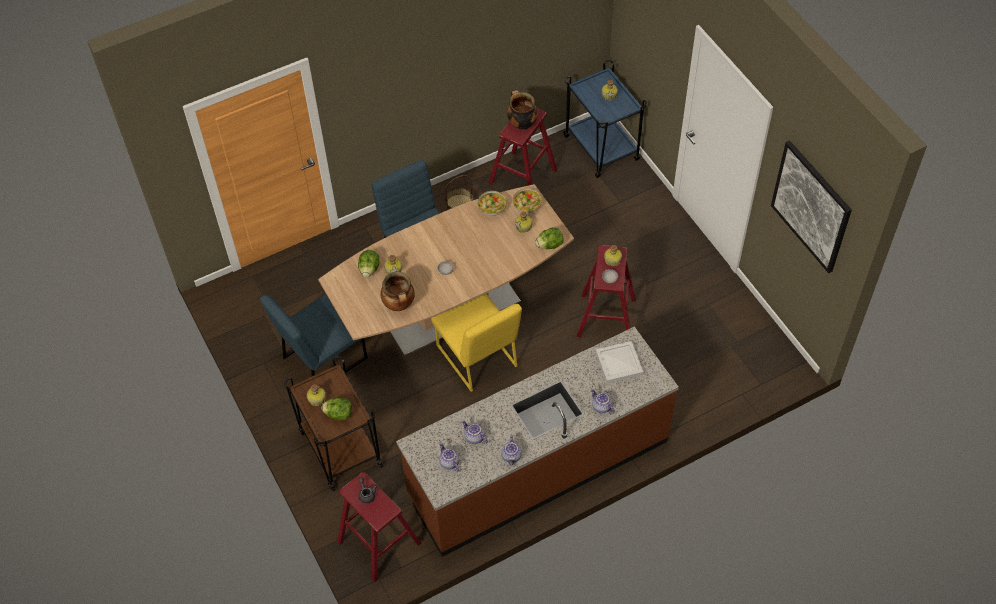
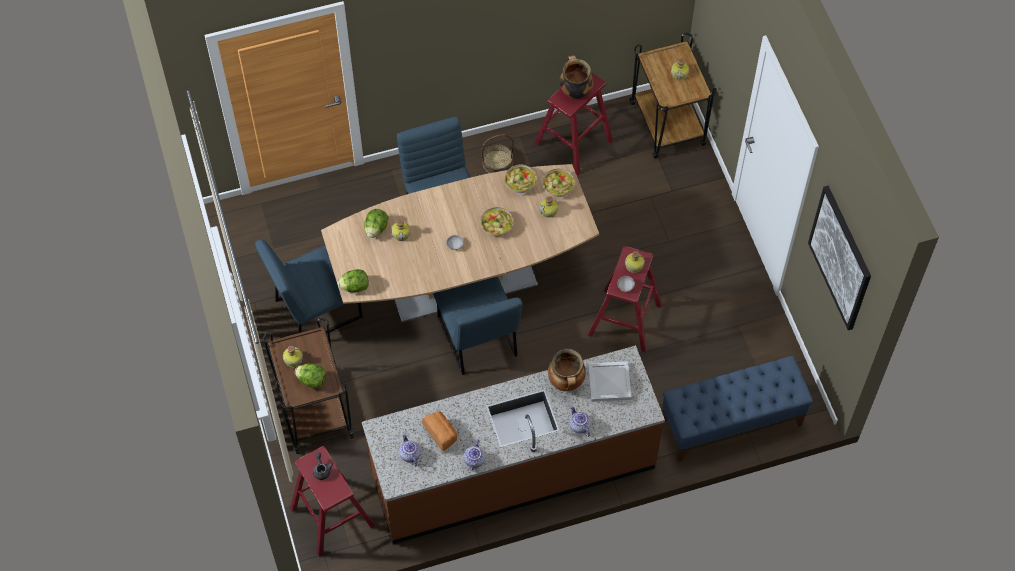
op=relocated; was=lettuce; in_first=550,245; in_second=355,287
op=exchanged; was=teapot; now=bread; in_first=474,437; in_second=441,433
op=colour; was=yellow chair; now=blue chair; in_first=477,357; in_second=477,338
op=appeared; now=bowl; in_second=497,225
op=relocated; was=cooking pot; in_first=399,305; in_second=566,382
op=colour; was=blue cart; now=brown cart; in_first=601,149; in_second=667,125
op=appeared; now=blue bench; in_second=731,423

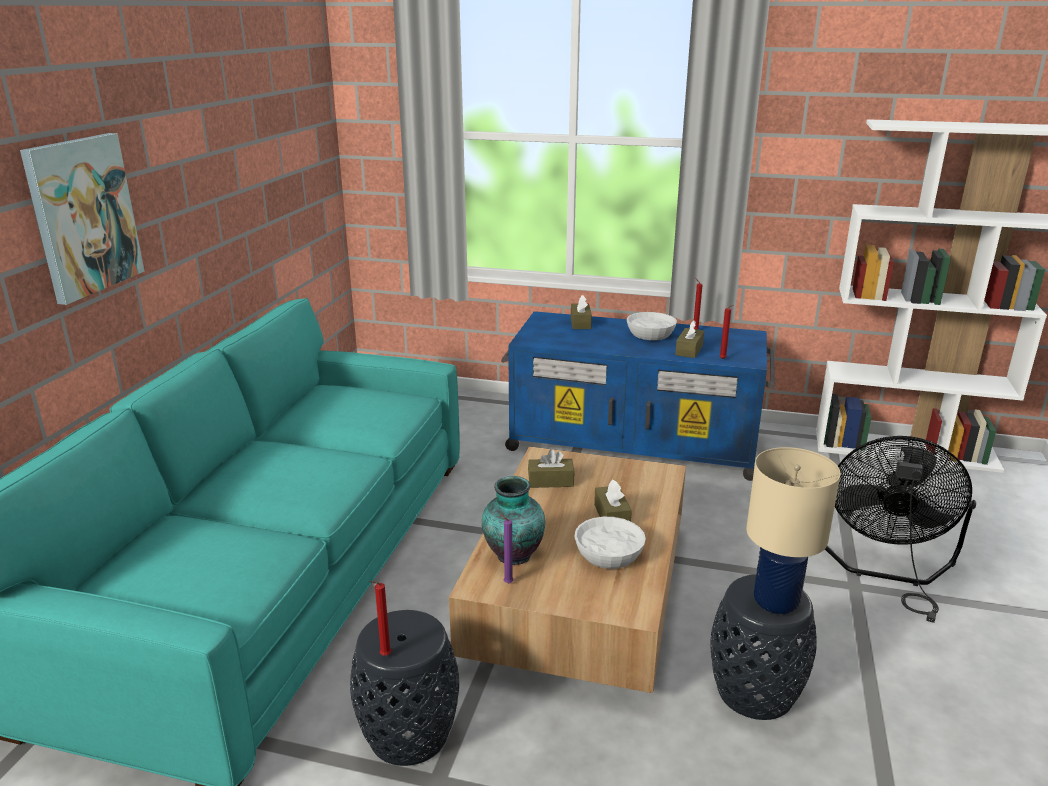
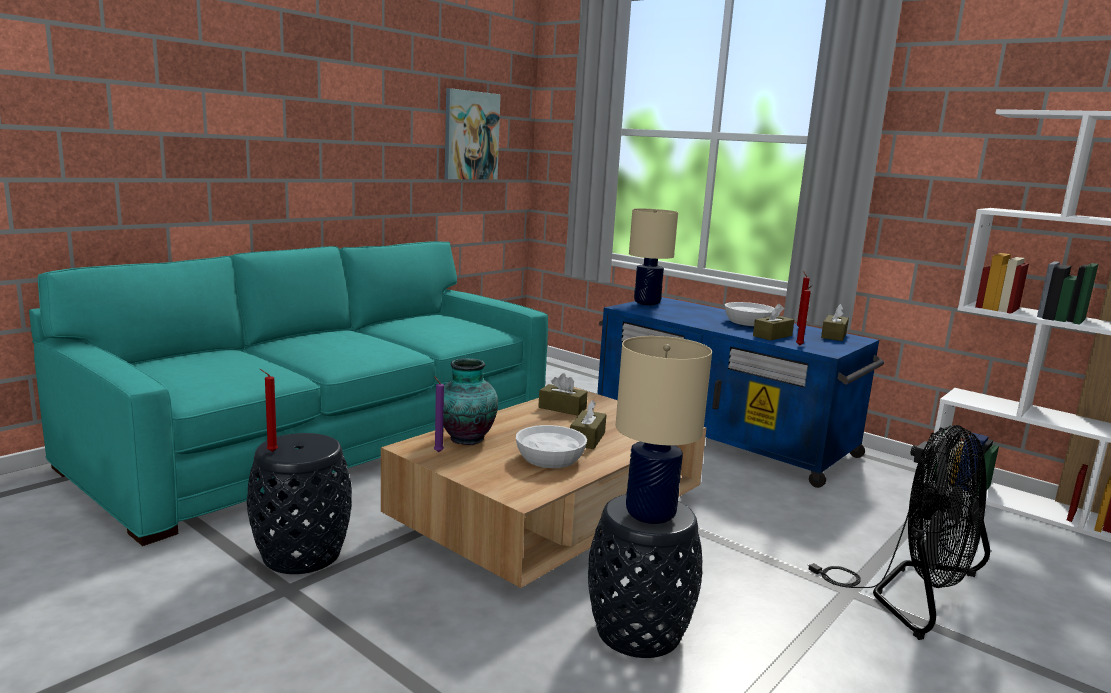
op=relocated; was=picture; in_first=83,216; in_second=470,135
op=appeared; now=beige table lamp; in_second=646,304
op=spun; was=black fan; in_first=890,569; in_second=910,592; clockwise=90
op=relocated; was=brown tissue box; in_first=580,323; in_second=833,335

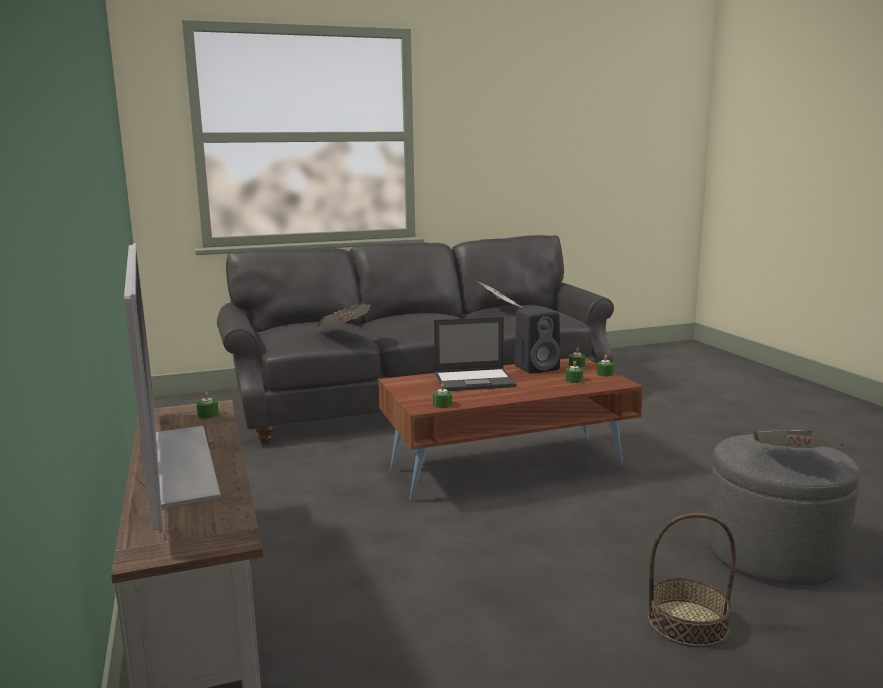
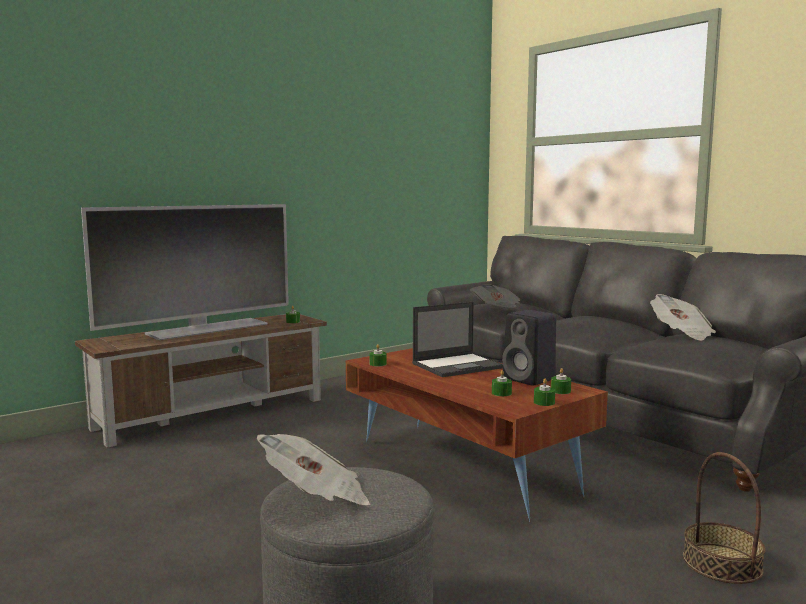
op=spun; was=laptop; in_first=475,380; in_second=458,365; clockwise=-90
op=relocated; was=basket; in_first=687,623; in_second=721,563

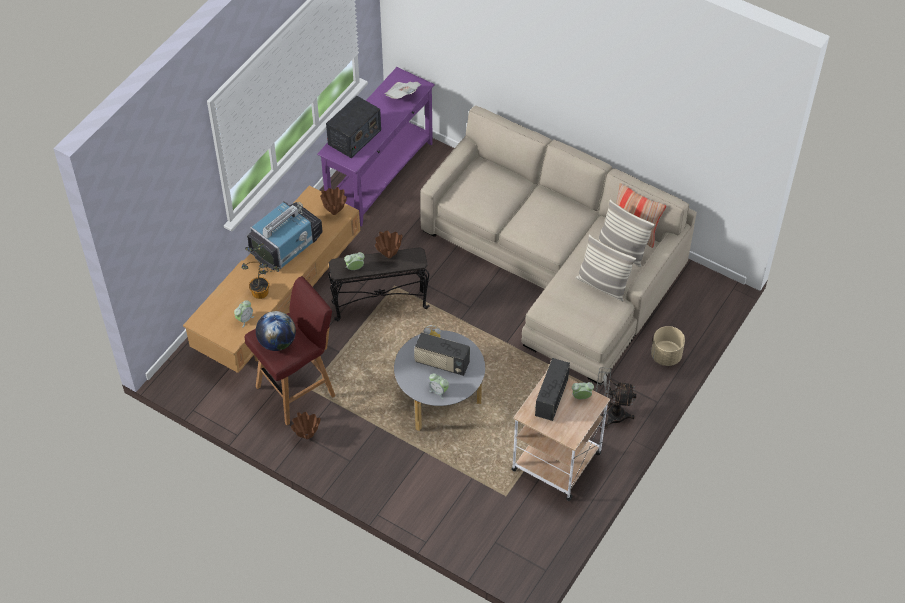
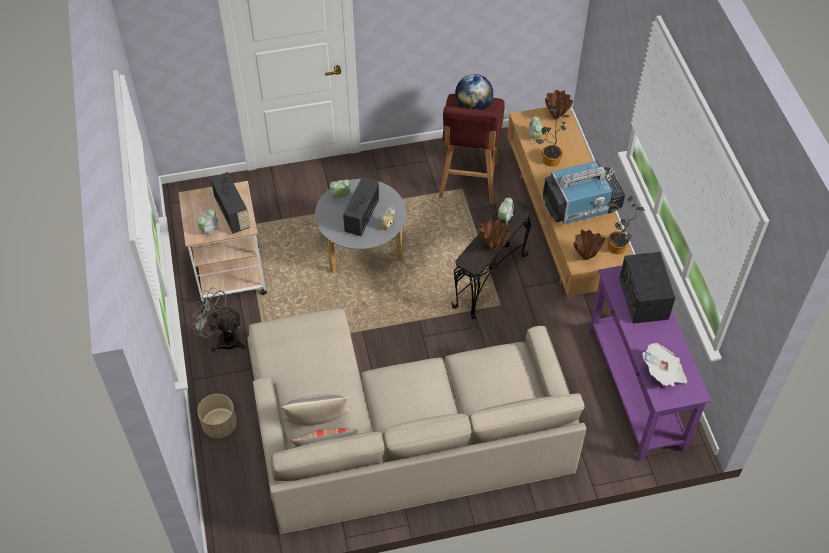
op=spun; was=grey fan; in_first=609,414; in_second=223,339; clockwise=-120
op=spun; was=radio; in_first=442,363; in_second=361,216; clockwise=-45
op=spun; was=television; in_first=287,245; in_second=582,205; clockwise=-105
op=relocated; was=brown vase; in_first=306,436; in_second=556,116
op=appeared; now=potted plant; in_second=617,249
op=missing; was=pillow; in_first=602,285

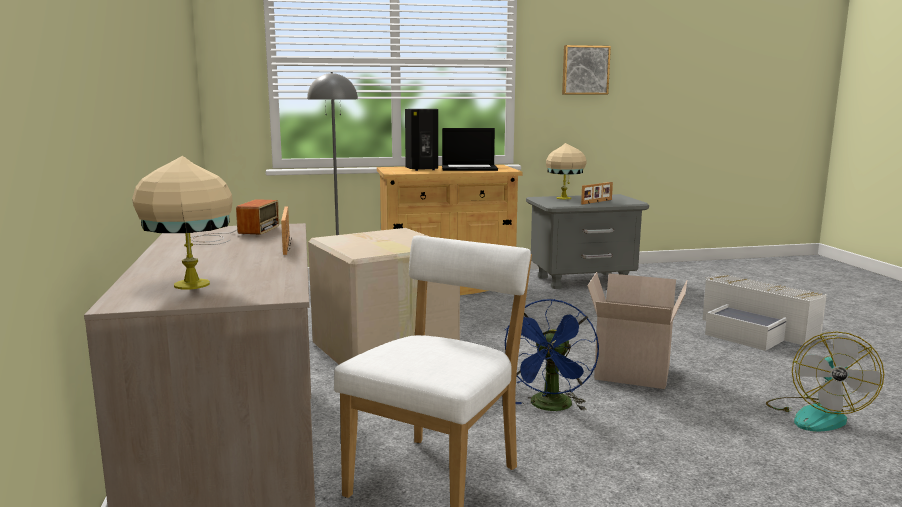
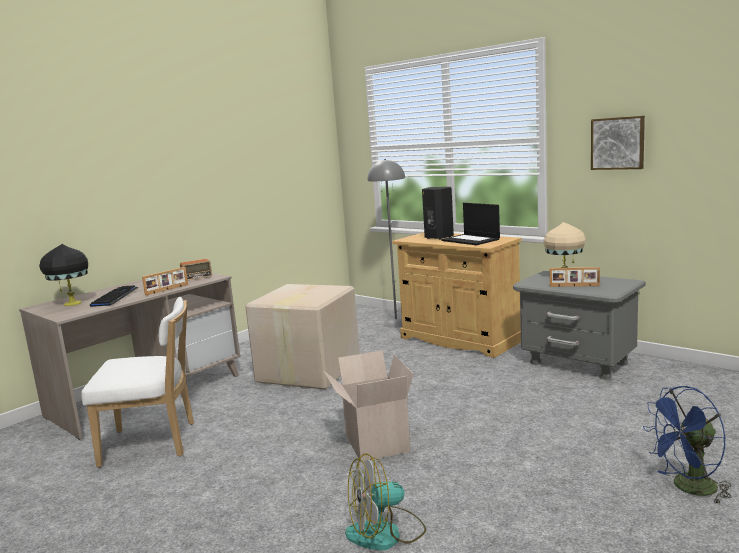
op=colour; was=beige table lamp; now=black table lamp; in_first=190,285; in_second=71,303
op=appeared; now=keyboard; in_second=115,297
op=relocated; was=blue fan; in_first=551,407; in_second=688,488
op=missing; was=white storage box; in_first=756,331

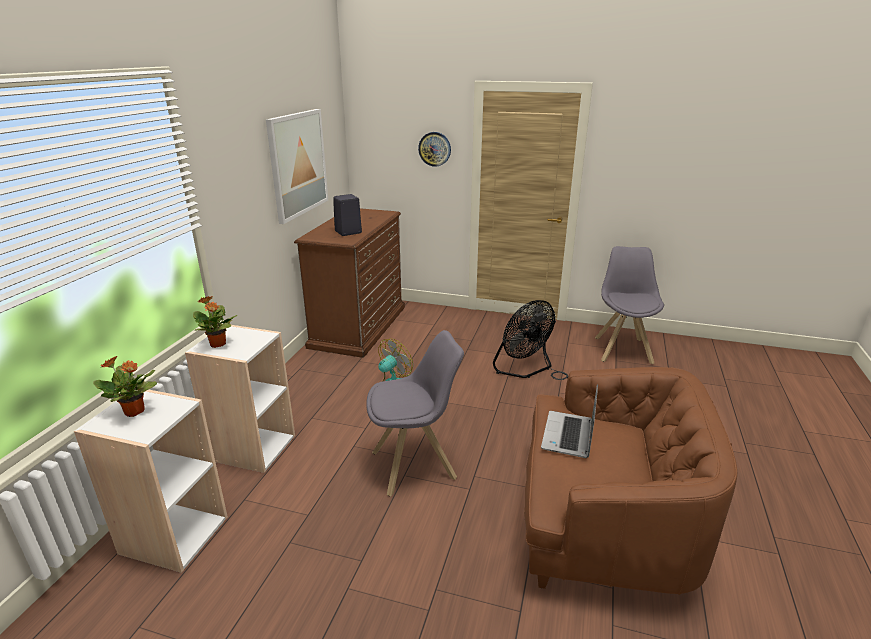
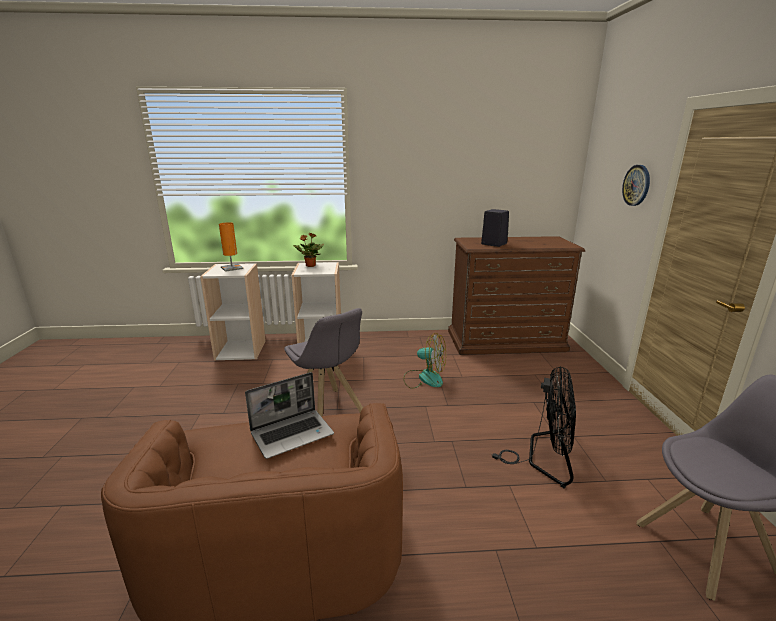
op=exchanged; was=potted plant; now=orange table lamp; in_first=135,412; in_second=232,268
op=spun; was=laptop; in_first=568,436; in_second=293,433; clockwise=150
op=spun; was=black fan; in_first=533,368; in_second=543,455; clockwise=75
op=missing; was=picture; in_first=298,164

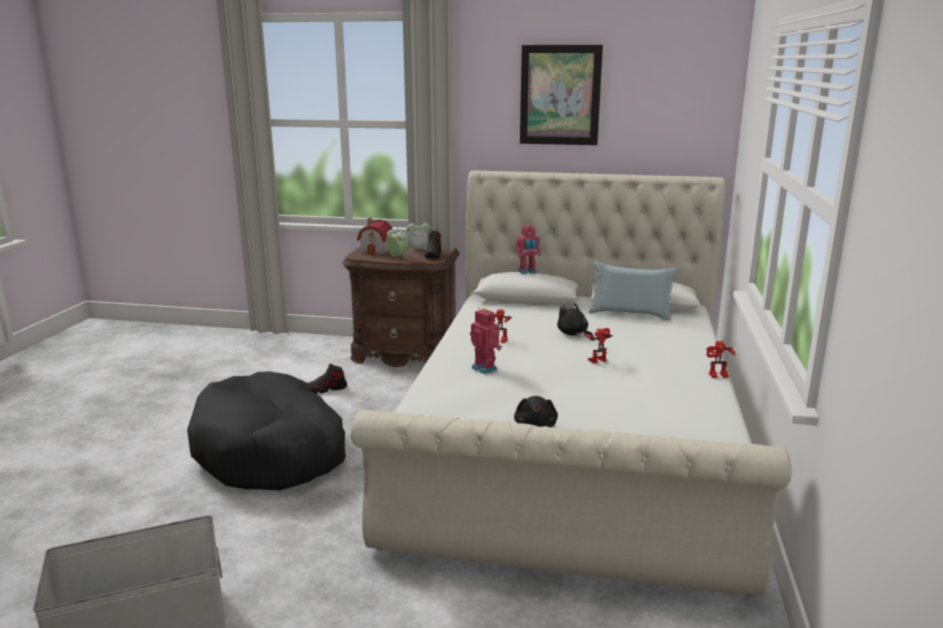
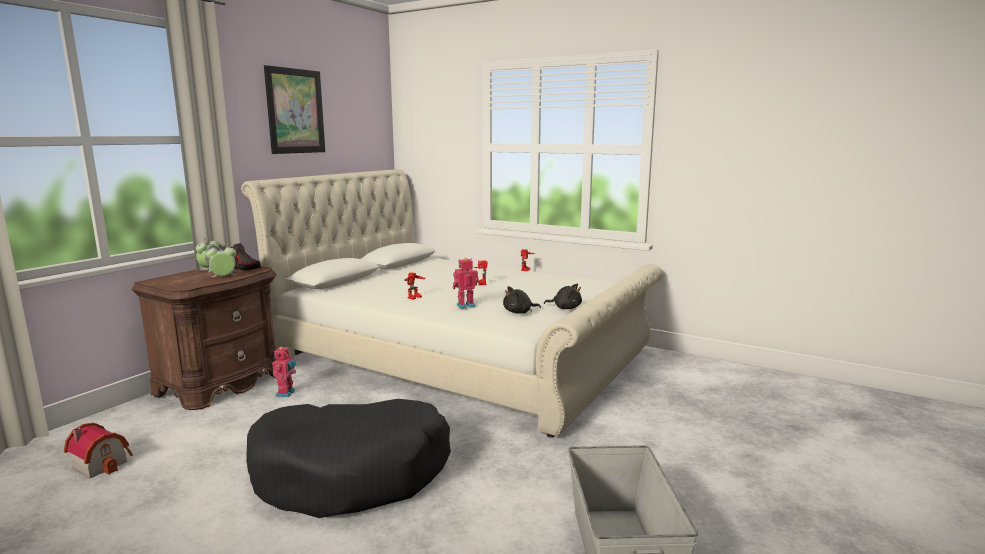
op=relocated; was=toy house; in_first=378,250; in_second=102,463
op=relocated; was=toy robot; in_first=527,272; in_second=286,393
op=relocated; was=black plush toy; in_first=573,334; in_second=519,312
op=missing; was=shoe; in_first=326,389
op=missing; was=blue pillow; in_first=629,314

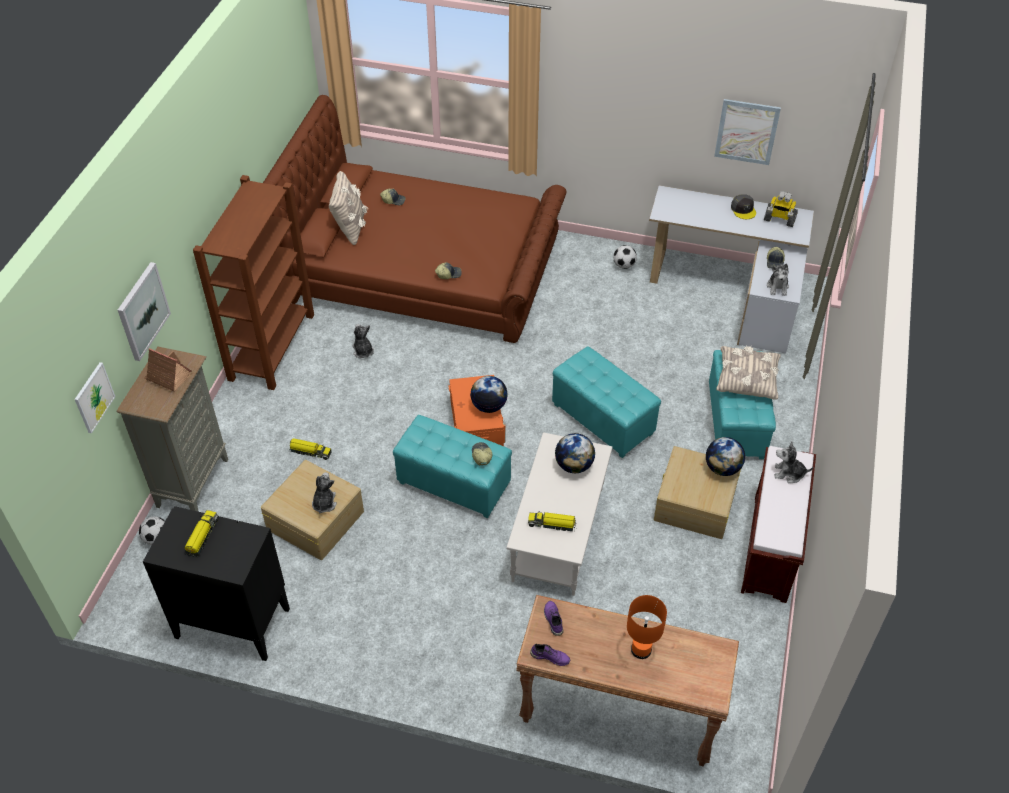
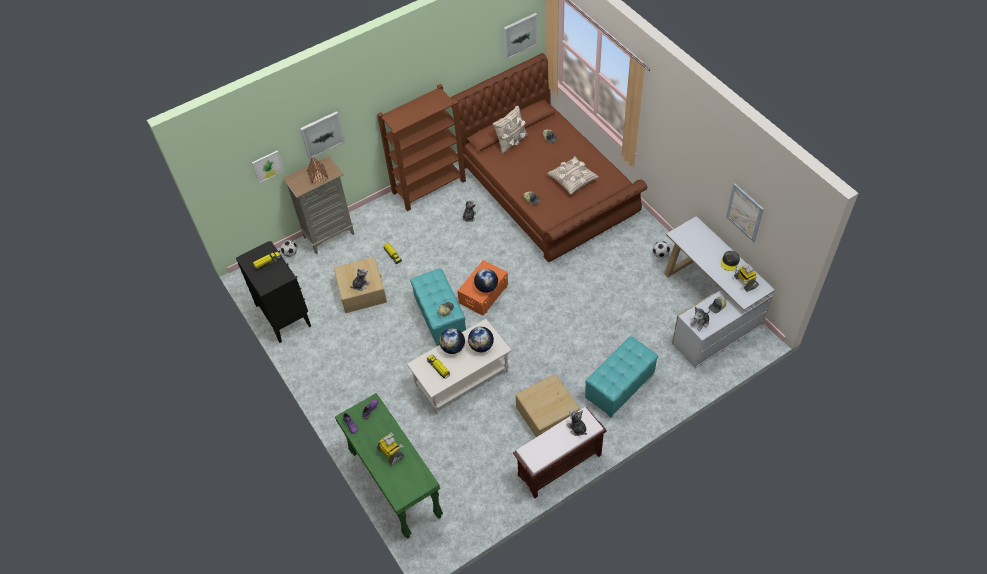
op=colour; was=brown console table; now=green console table; in_first=617,716; in_second=395,485
op=exchanged; was=orange table lamp; now=toy robot; in_first=640,650; in_second=391,453
op=relocated; was=globe; in_first=722,468; in_second=453,348
op=appeared; now=picture; in_second=520,35
op=relocated; was=beige pillow; in_first=746,381; in_second=572,180
op=missing; was=turquoise ottoman; in_first=603,419

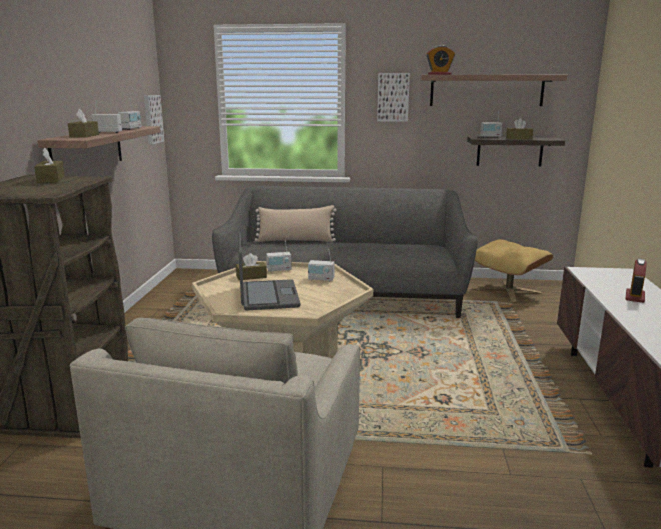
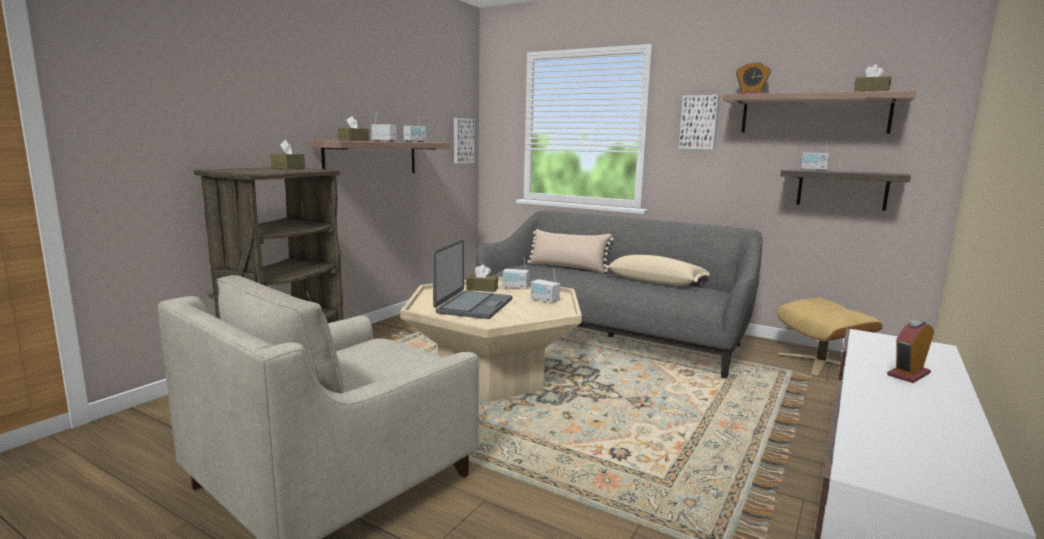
op=appeared; now=beige pillow; in_second=656,281
op=relocated; was=brown tissue box; in_first=519,138; in_second=871,91

